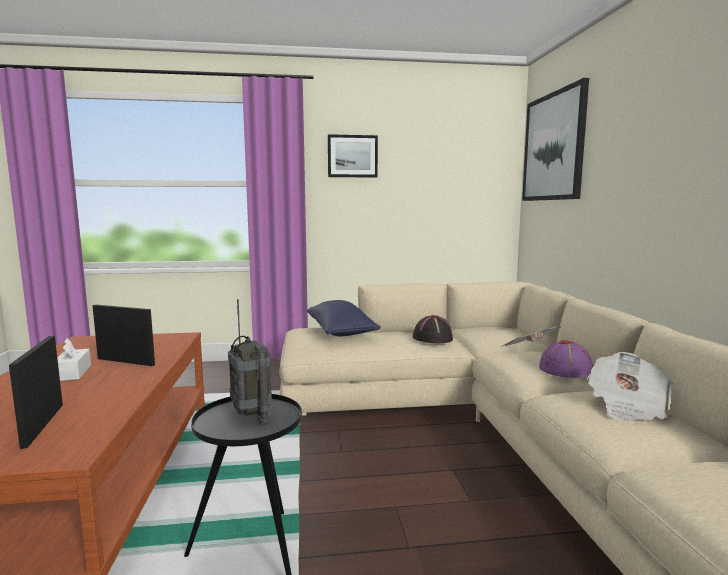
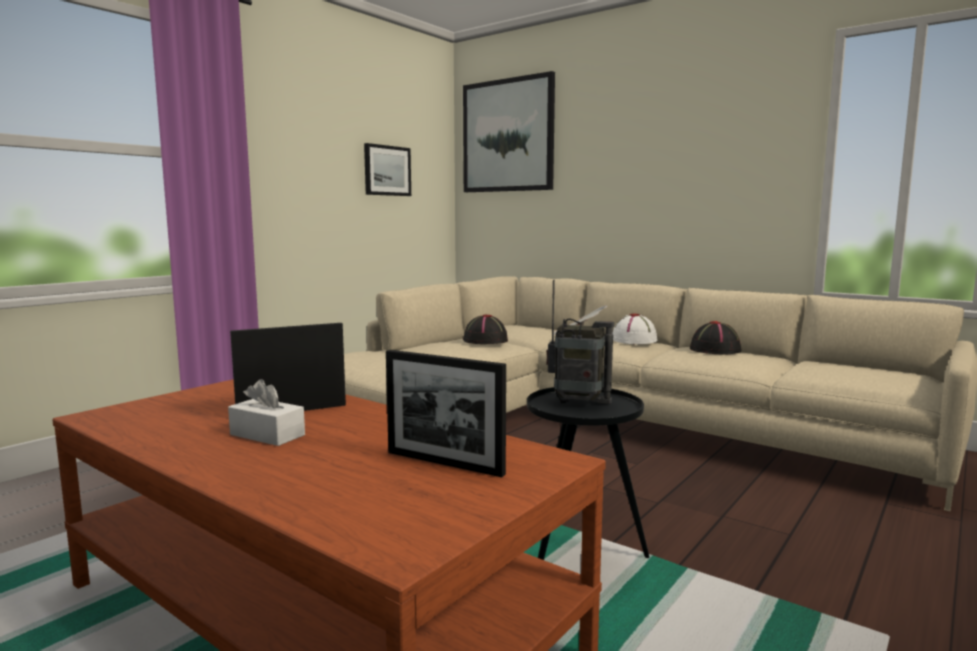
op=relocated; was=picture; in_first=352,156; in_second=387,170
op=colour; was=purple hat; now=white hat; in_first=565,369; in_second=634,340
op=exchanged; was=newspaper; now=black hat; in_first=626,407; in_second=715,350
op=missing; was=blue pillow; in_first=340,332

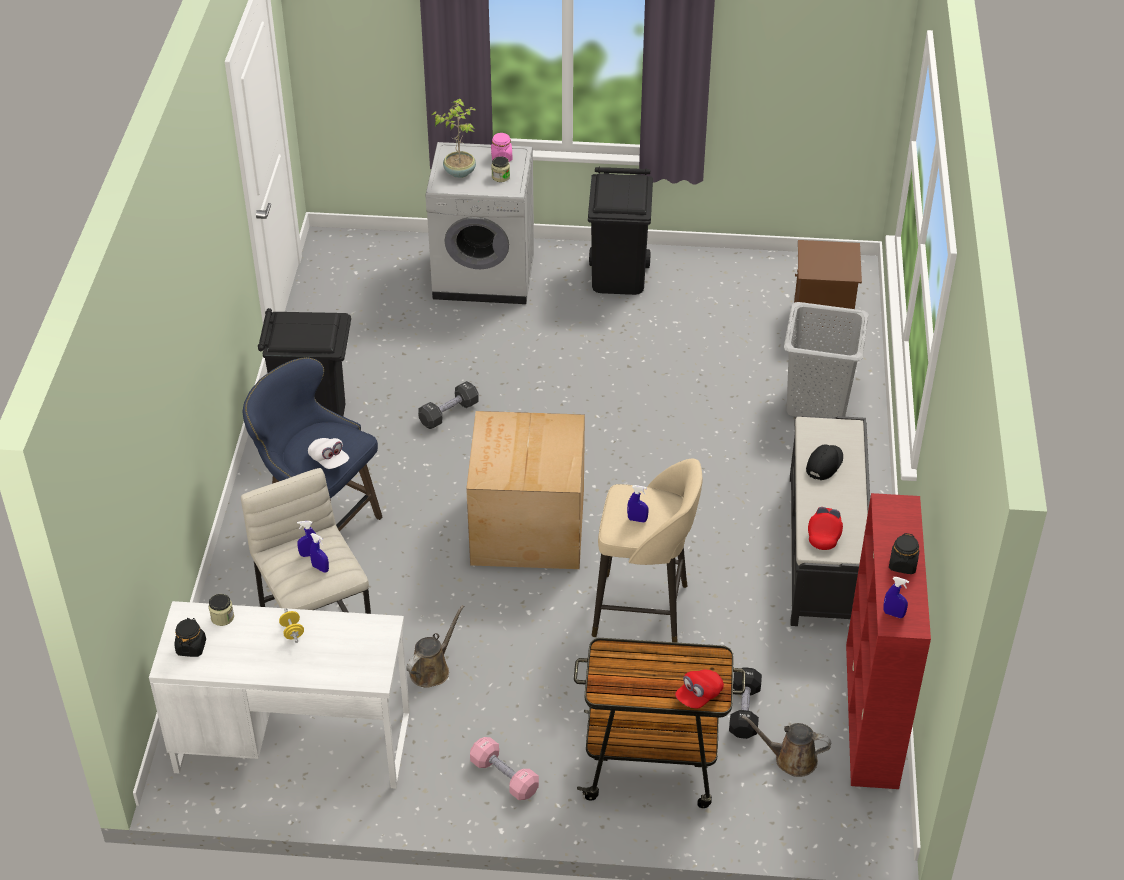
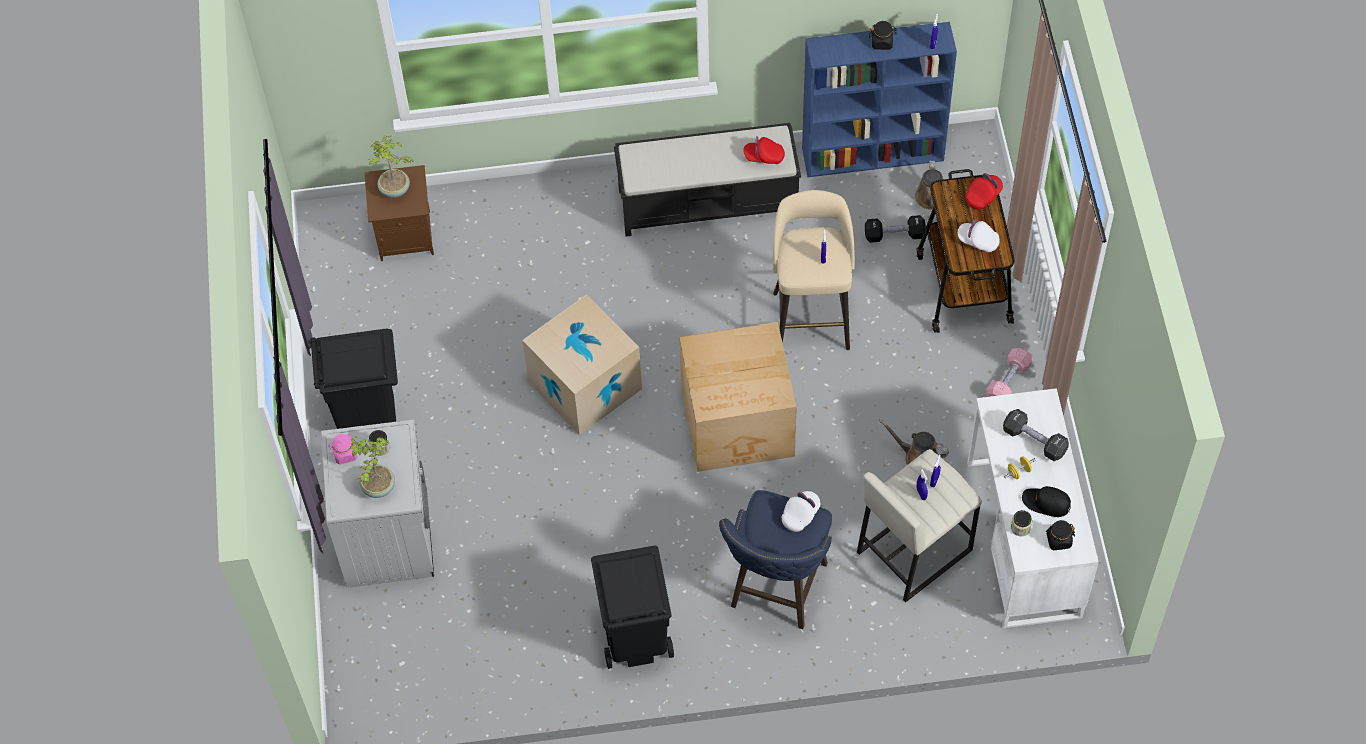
op=appeared; now=potted plant; in_second=394,190
op=appeared; now=cardboard box; in_second=585,385
op=colour; was=red bookcase; now=blue bookcase; in_first=872,716; in_second=874,154
op=appeared; now=white cap; in_second=978,241
op=spun; was=red cap; in_first=699,695; in_second=983,196; clockwise=-75
op=relocated; was=black dumbbell; in_first=449,413; in_second=1034,441
op=relocated; was=black cap; in_first=824,464; in_second=1046,503
op=missing; was=grey laundry basket; in_first=818,402

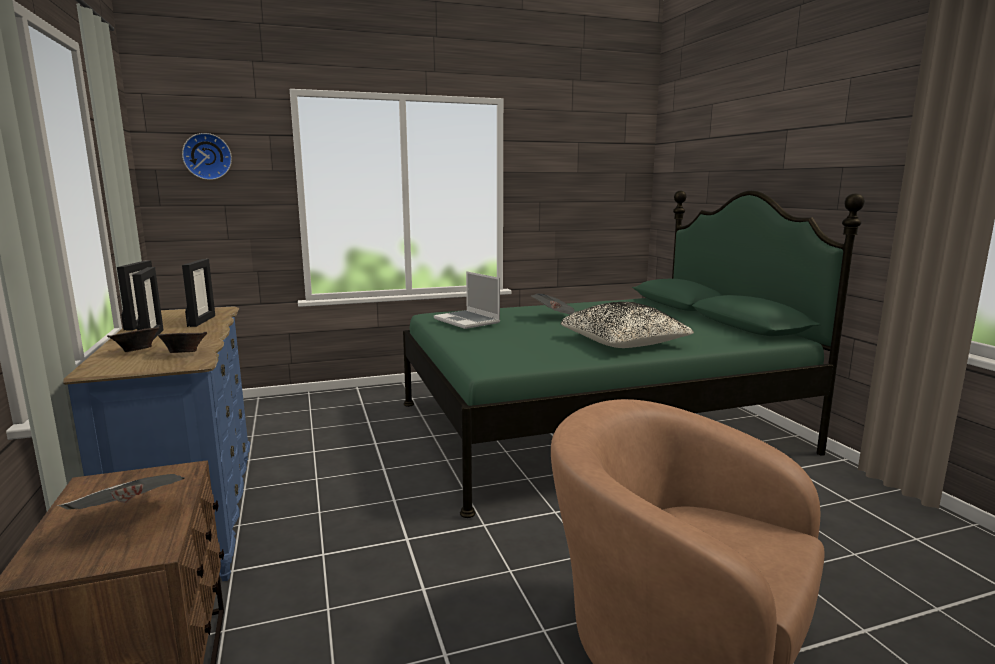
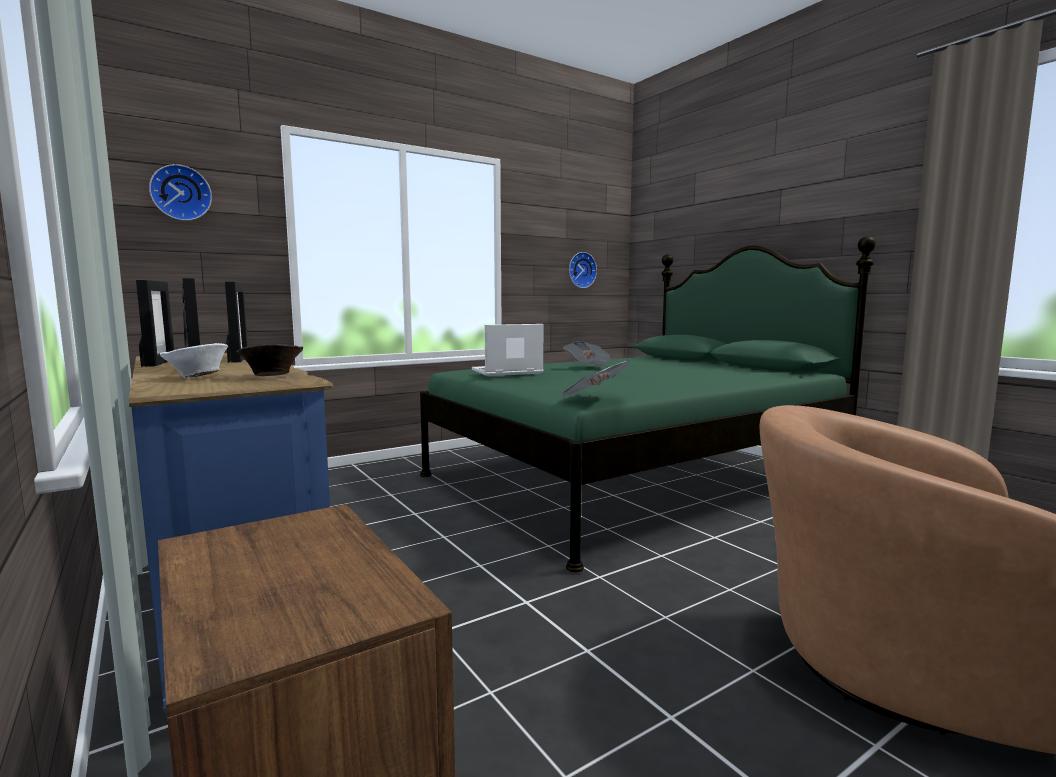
op=colour; was=brown bowl; now=white bowl; in_first=136,351; in_second=197,377
op=spun; was=laptop; in_first=468,321; in_second=506,372; clockwise=120
op=relocated; was=newspaper; in_first=129,519; in_second=593,399
op=appeared; now=wall clock; in_second=581,270
op=missing; was=beige pillow; in_first=623,341

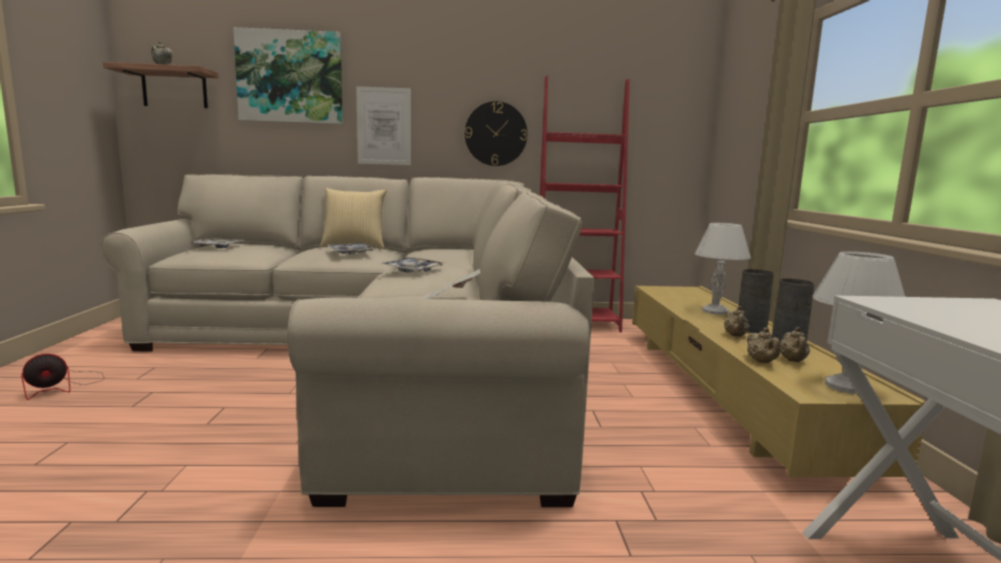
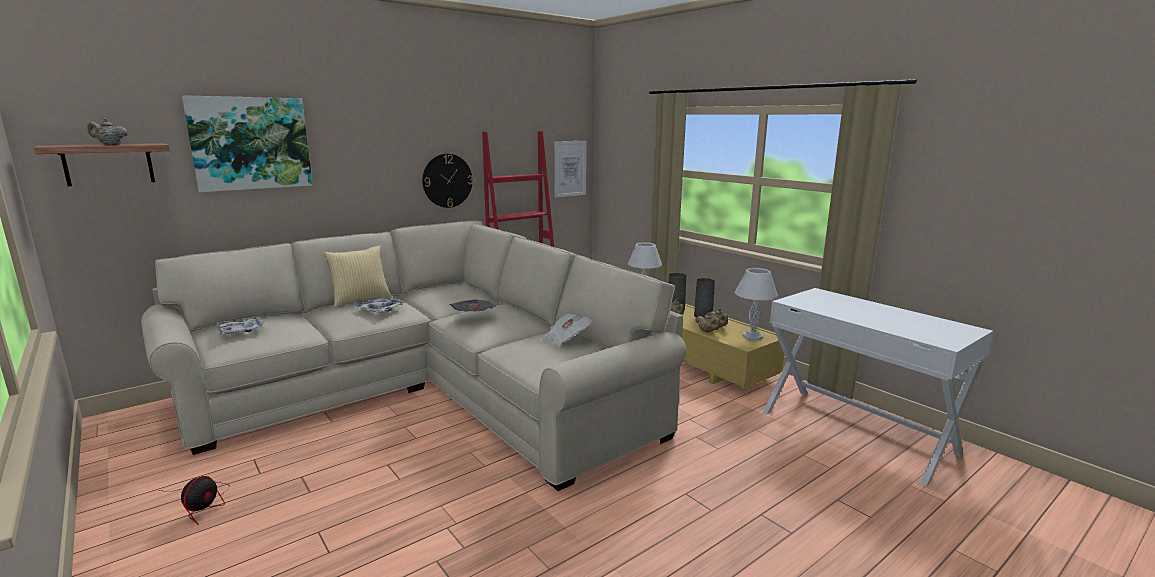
op=exchanged; was=tray; now=newspaper; in_first=412,270; in_second=474,318
op=relocated; was=picture; in_first=384,126; in_second=570,168

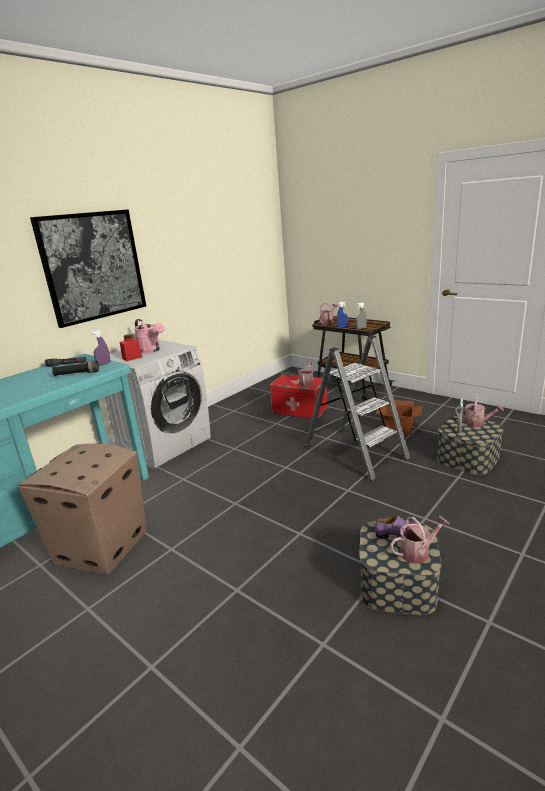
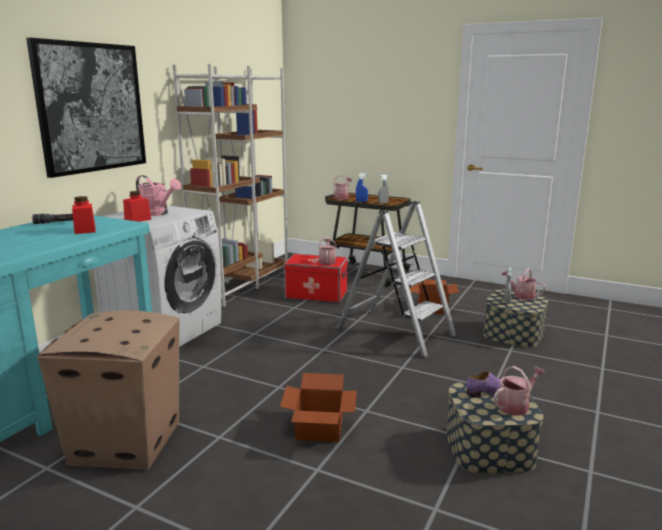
op=exchanged; was=black flashlight; now=red jar; in_first=77,374; in_second=85,230
op=appeared; now=brown bookcase; in_second=243,285
op=appeared; now=cardboard box; in_second=318,429
op=spun; was=watering can; in_first=477,423; in_second=521,295; clockwise=-150
op=missing; was=purple spray bottle; in_first=104,364

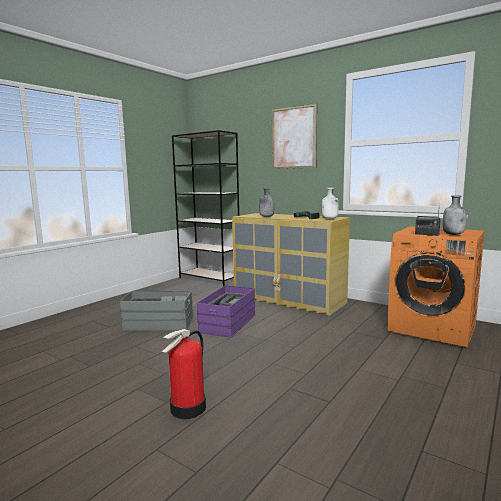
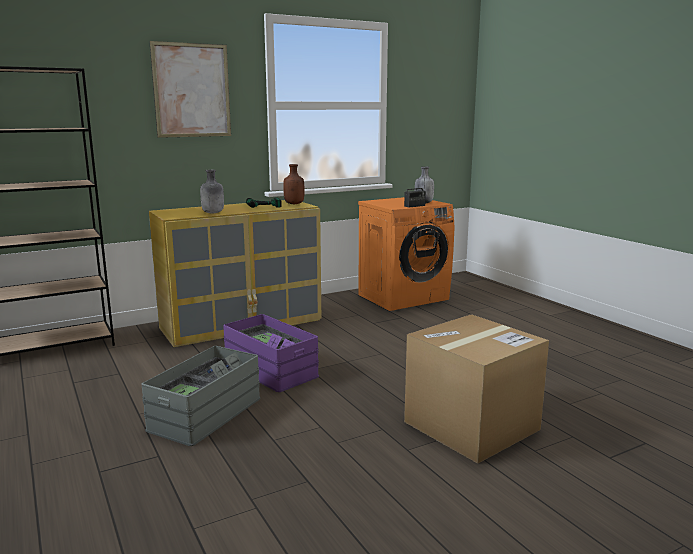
op=colour; was=white bottle; now=brown bottle; in_first=330,219; in_second=294,204
op=exchanged; was=fire extinguisher; now=cardboard box; in_first=188,408; in_second=471,425

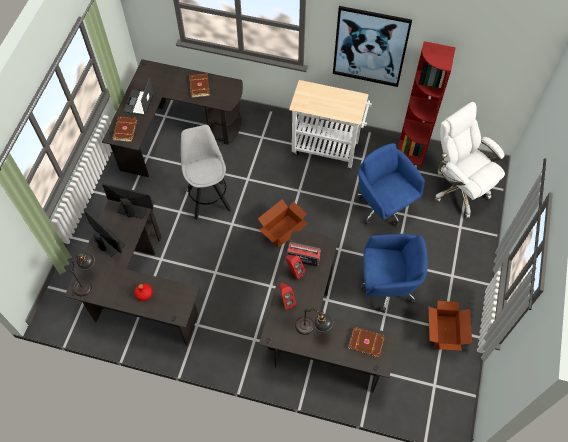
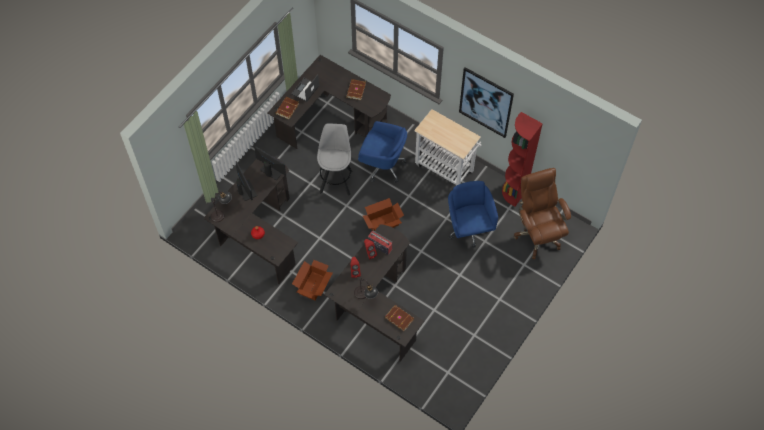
op=relocated; was=cardboard box; in_first=445,332; in_second=313,285
op=relocated; was=blue office chair; in_first=386,288; in_second=382,167
op=colour; was=white office chair; now=brown office chair; in_first=458,189; in_second=537,234

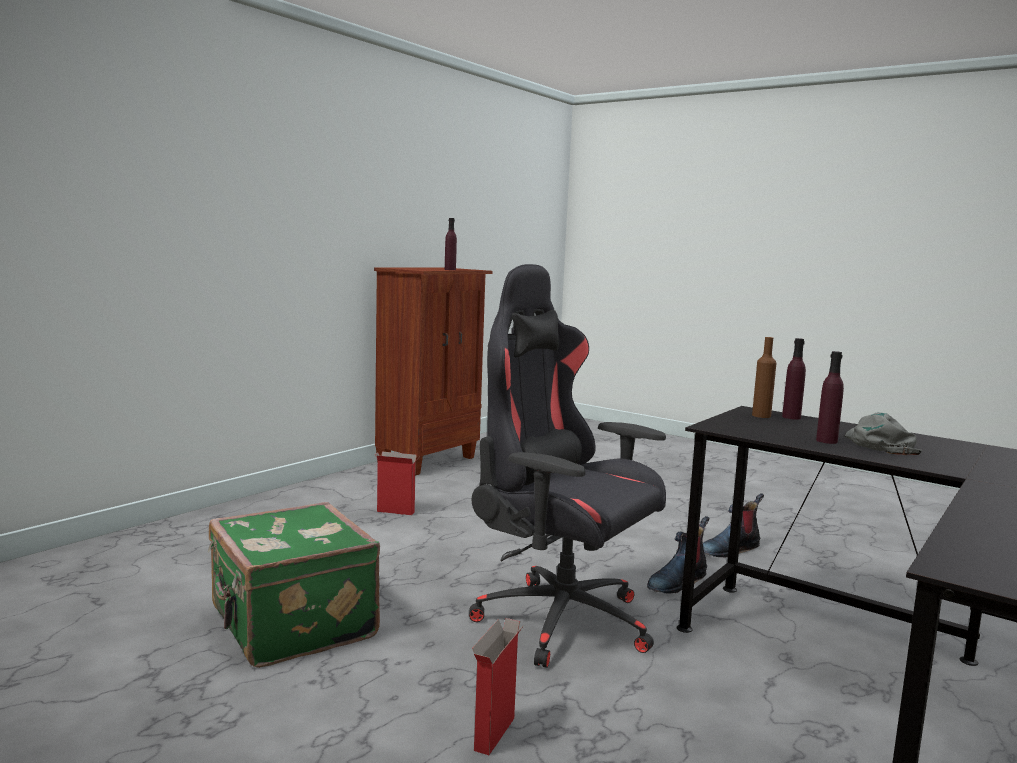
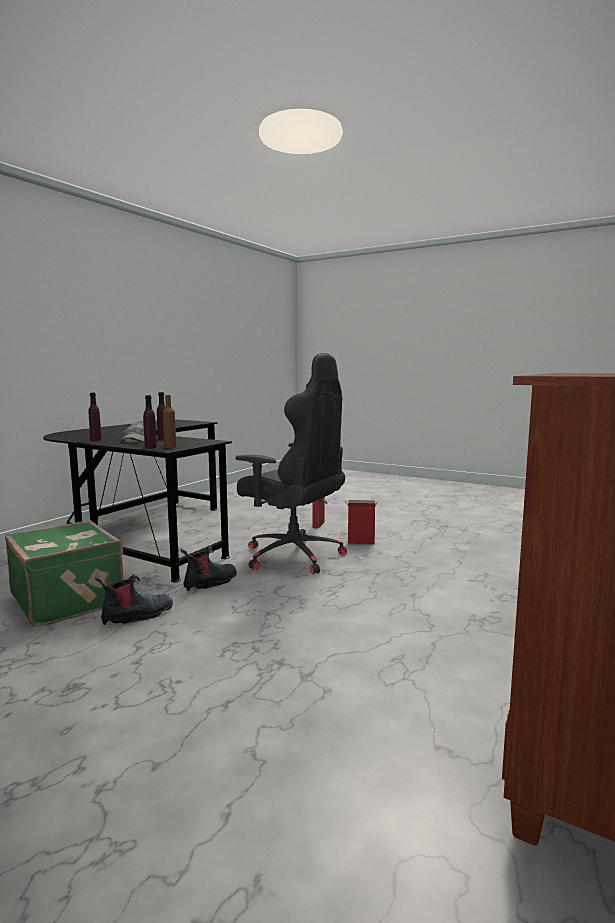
op=relocated; was=green suitcase; in_first=290,625; in_second=69,599
op=relocated; was=purple bottle; in_first=450,269; in_second=96,439
op=relocated; was=cardboard box; in_first=396,512; in_second=360,542

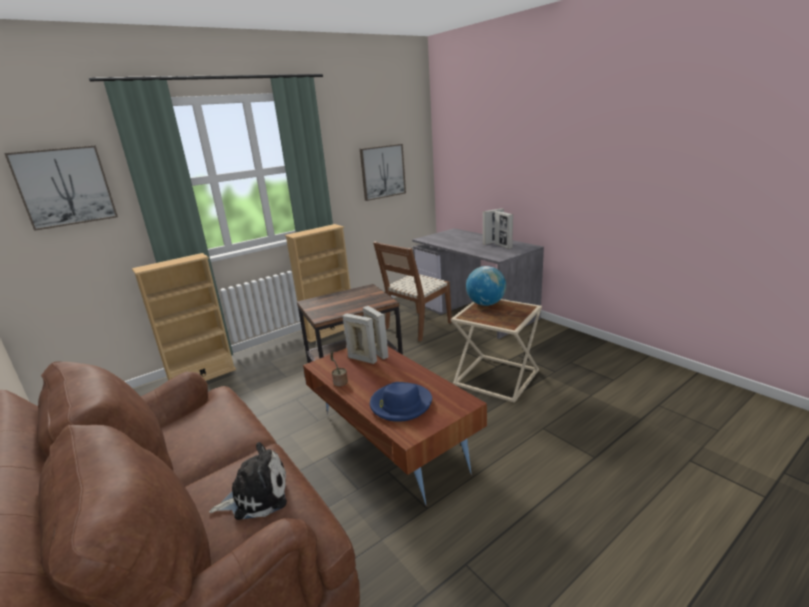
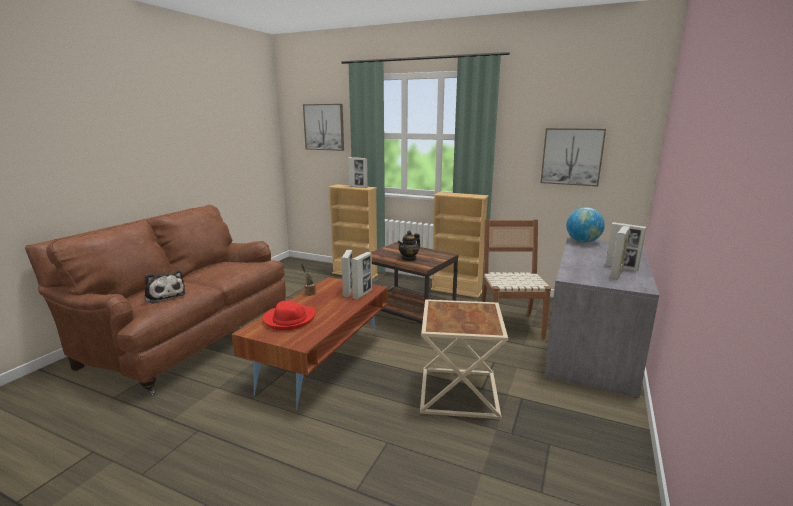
op=colour; was=blue hat; now=red hat; in_first=400,404; in_second=289,319
op=appeared; now=picture frame; in_second=358,187
op=appeared; now=teapot; in_second=409,258
op=spun; was=chair; in_first=416,327; in_second=510,324; clockwise=75
op=relocated; was=globe; in_first=485,304; in_second=583,241

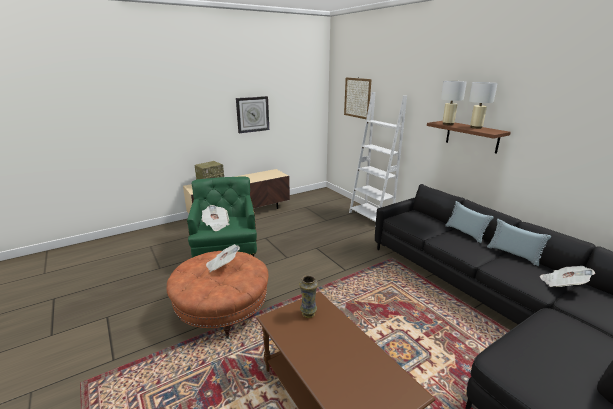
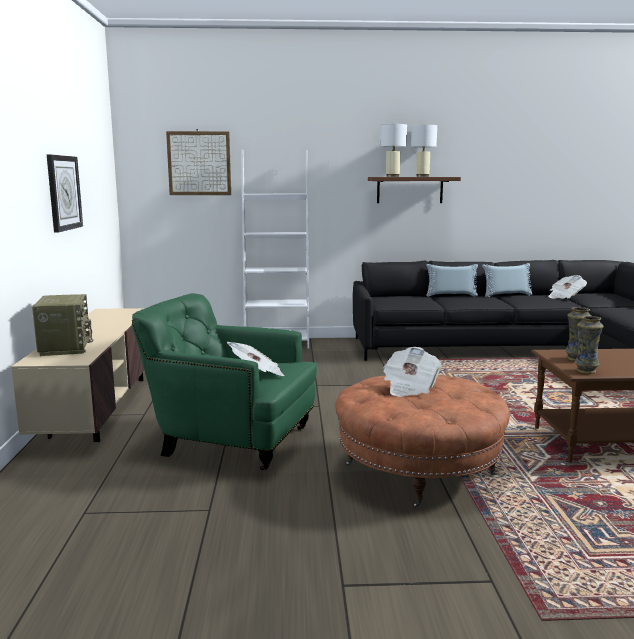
op=appeared; now=vase; in_second=585,371

